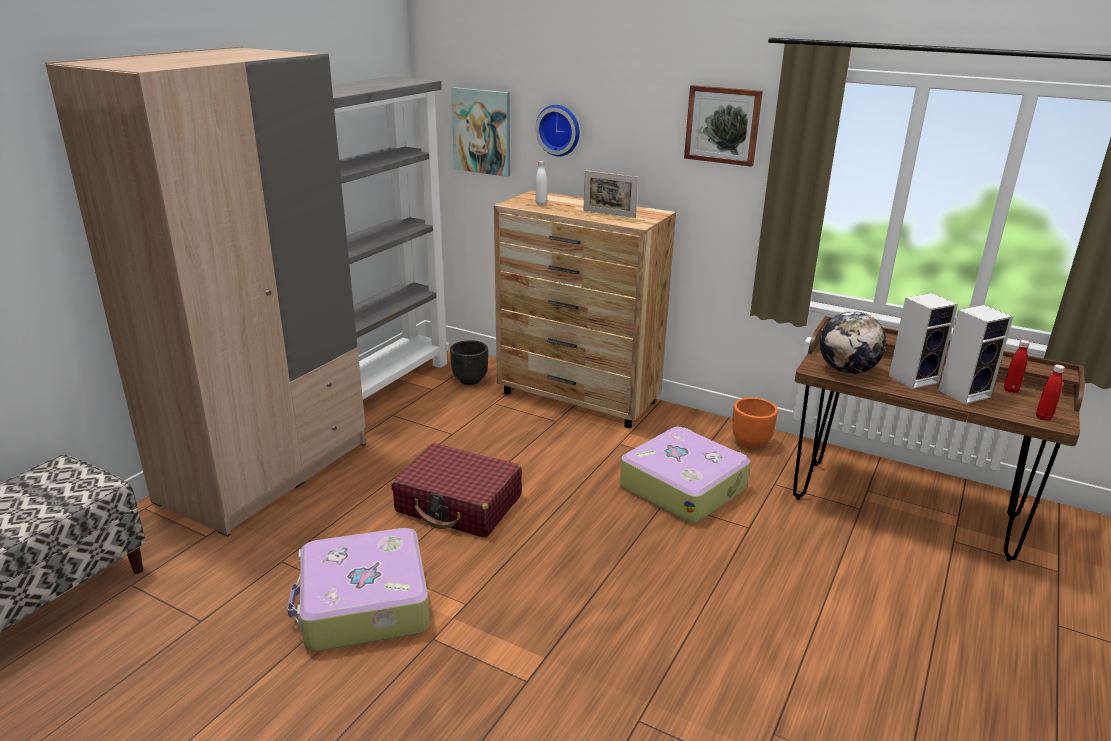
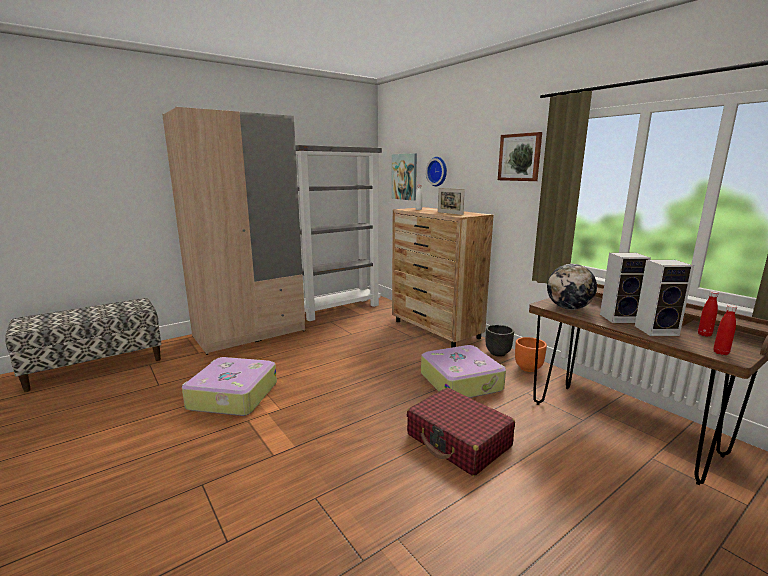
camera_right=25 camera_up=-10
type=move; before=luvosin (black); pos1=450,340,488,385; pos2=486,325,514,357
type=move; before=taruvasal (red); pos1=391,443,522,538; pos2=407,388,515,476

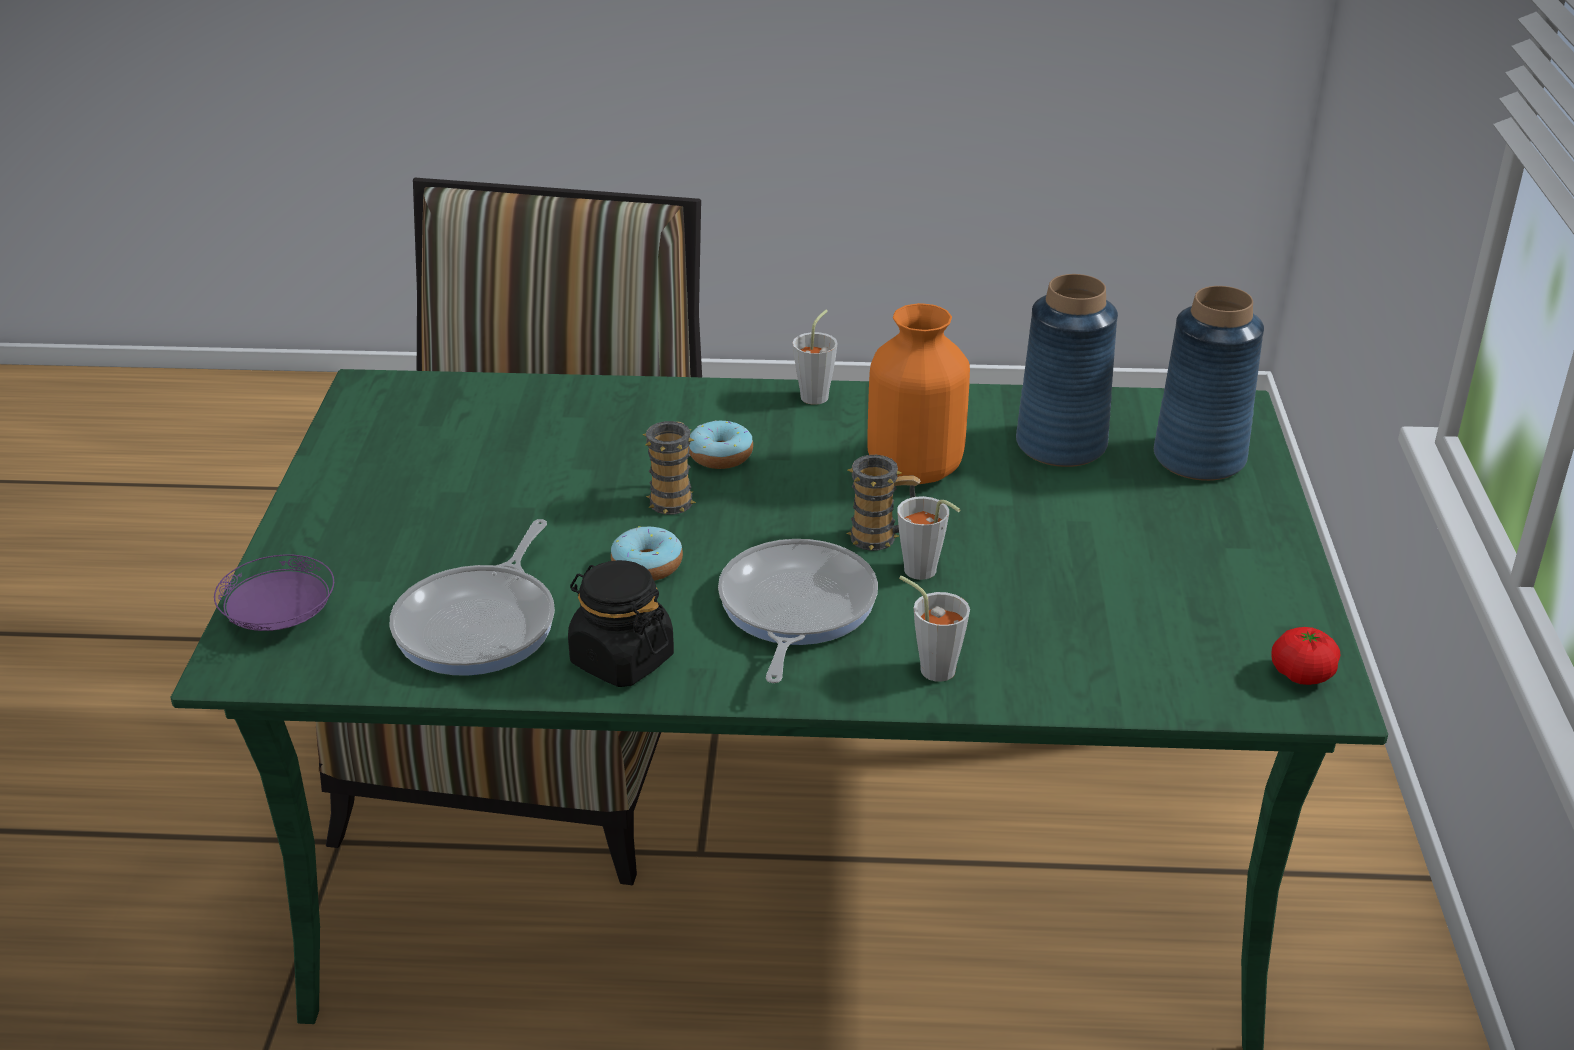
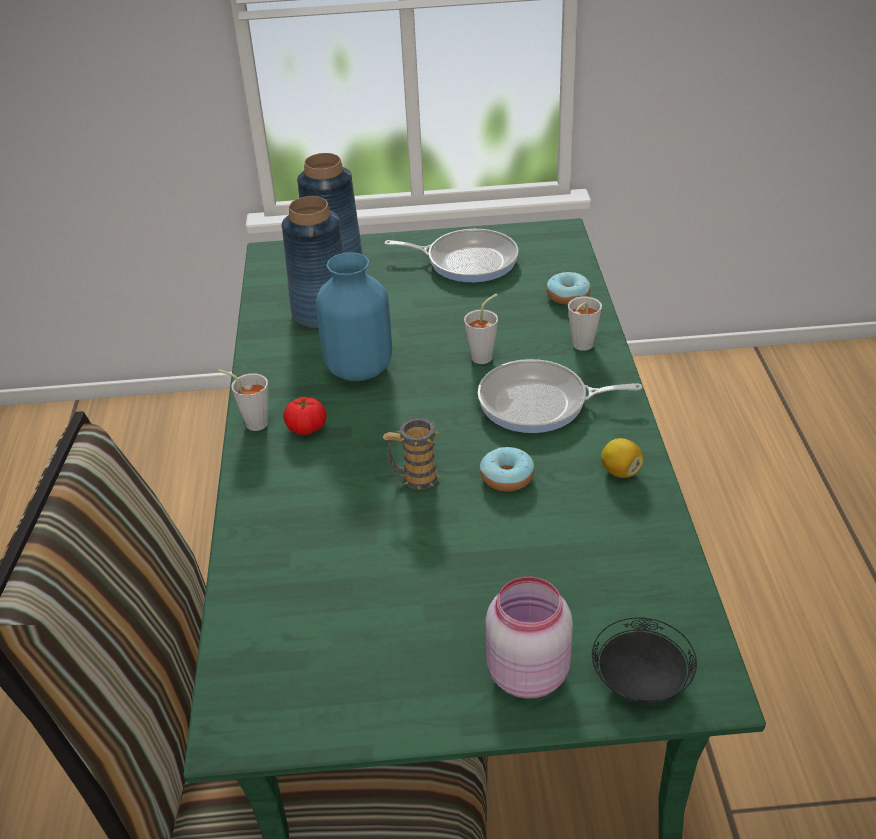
camera_right=-95 camera_up=5
type=recolor; before=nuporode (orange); after=nuporode (blue); pos1=867,303,970,484; pos2=316,253,392,381
type=move; before=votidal; pos1=688,420,753,469; pos2=546,271,591,305
type=delete; before=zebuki; pos1=846,455,921,551
type=move; before=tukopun; pos1=390,519,555,676; pos2=384,229,519,283
type=recolor; before=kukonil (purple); after=kukonil (black); pos1=214,554,334,631; pos2=592,617,697,703
type=replace; before=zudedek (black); after=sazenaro; pos1=568,560,674,687; pos2=601,438,644,478
type=move; before=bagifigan; pos1=1272,627,1340,685; pos2=283,397,327,435
type=insert; after=zudedek (pink); pos2=485,577,573,699

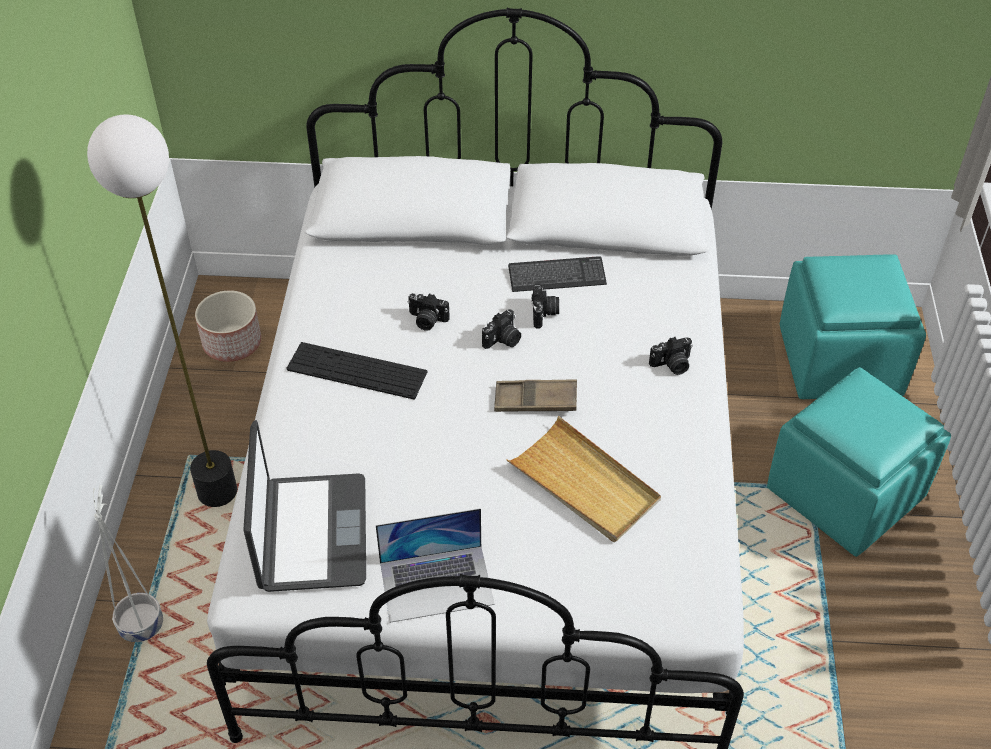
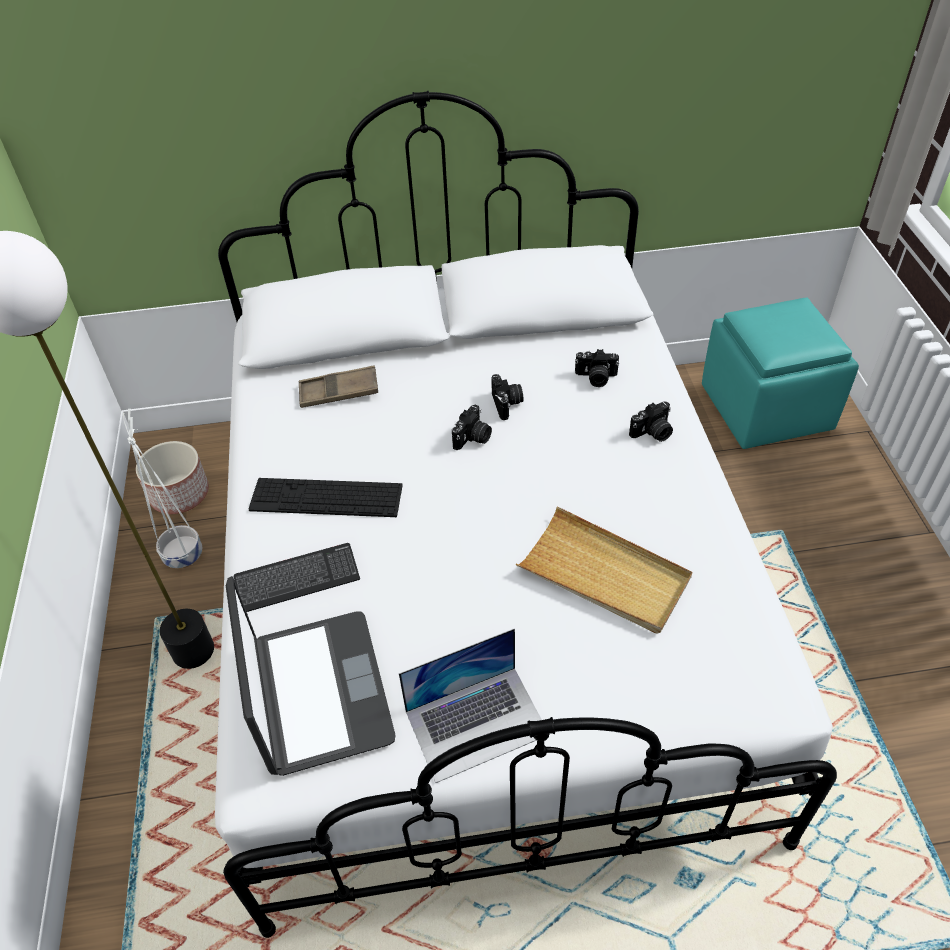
camera_right=-10 camera_up=0
type=move; before=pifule; pos1=508,256,607,292; pos2=234,543,360,612
type=move; before=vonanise; pos1=407,293,450,331; pos2=575,349,619,387
type=delete; before=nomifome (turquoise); pos1=767,367,951,557
type=move; before=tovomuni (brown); pos1=494,379,577,412; pos2=298,366,378,408
type=move; before=luvosin (white); pos1=93,485,163,642; pos2=123,409,202,569

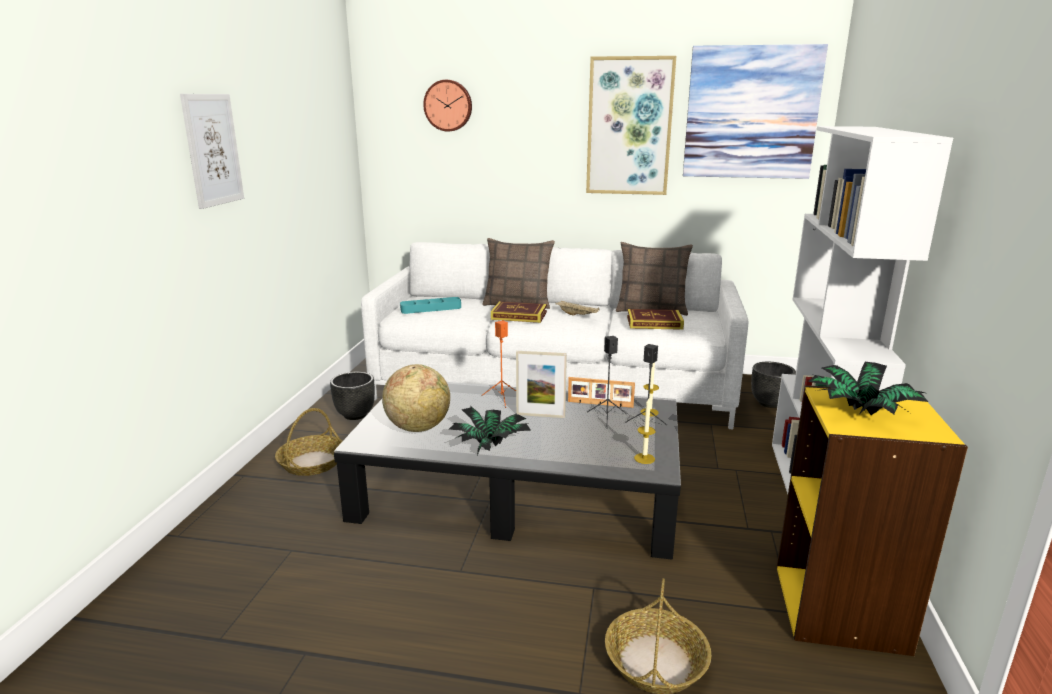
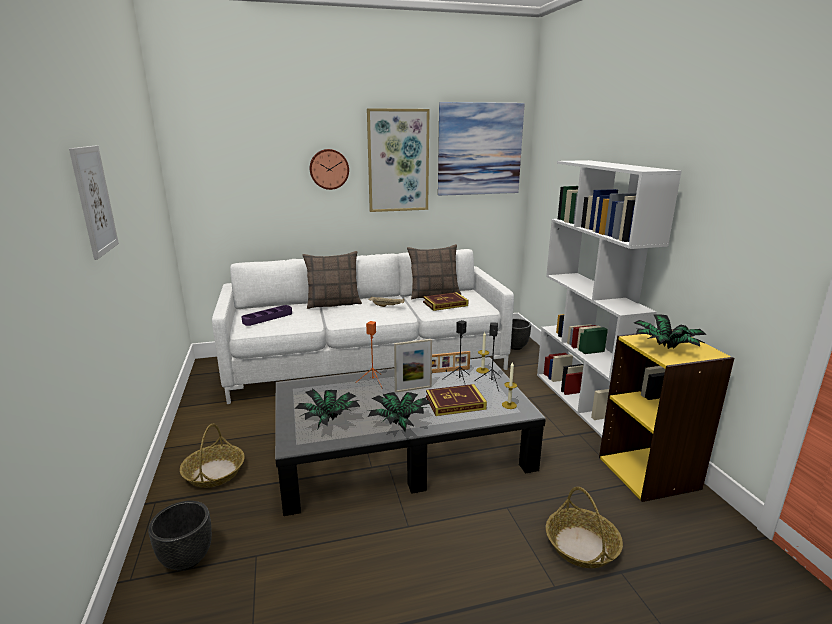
camera_right=-25 camera_up=0
type=move; before=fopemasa; pos1=423,80,472,132; pos2=310,149,349,190
type=recolor; before=tovomuni (turquoise); after=tovomuni (purple); pos1=400,297,461,314; pos2=241,305,292,326
type=move; before=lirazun; pos1=491,301,547,323; pos2=426,384,487,416
type=replace; before=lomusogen; after=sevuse; pos1=382,364,450,432; pos2=295,388,360,428
type=move; before=luvosin (black); pos1=330,372,375,420; pos2=148,501,212,571

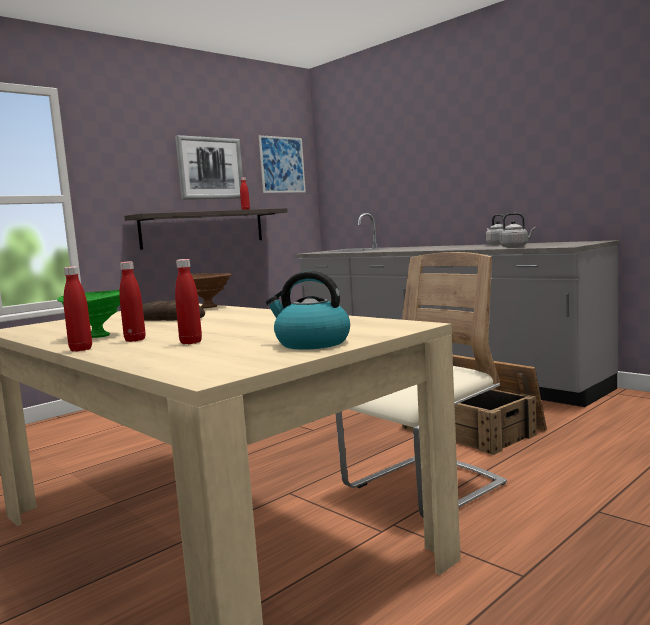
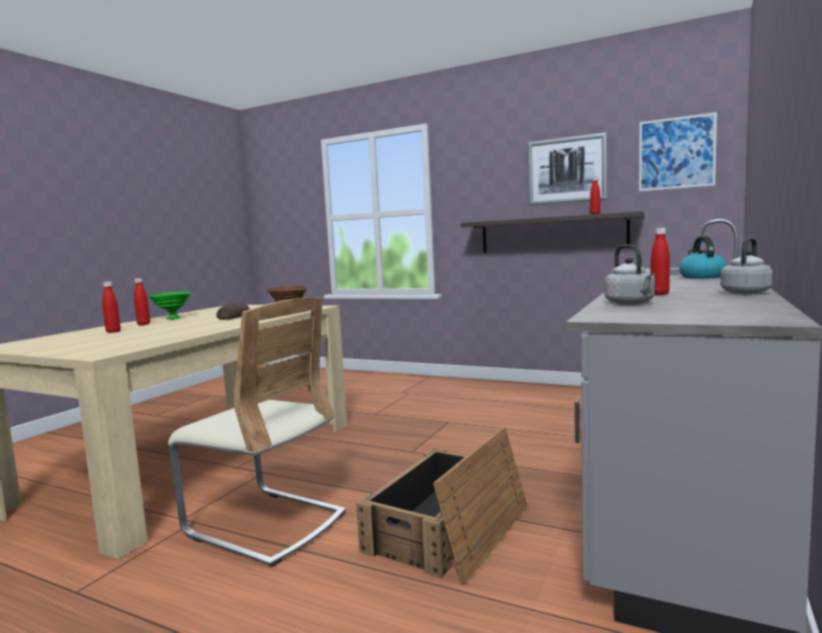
camera_right=70 camera_up=0
type=move; before=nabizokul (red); pos1=63,266,92,352; pos2=650,228,670,295
type=move; before=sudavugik; pos1=266,271,350,350; pos2=679,236,727,279

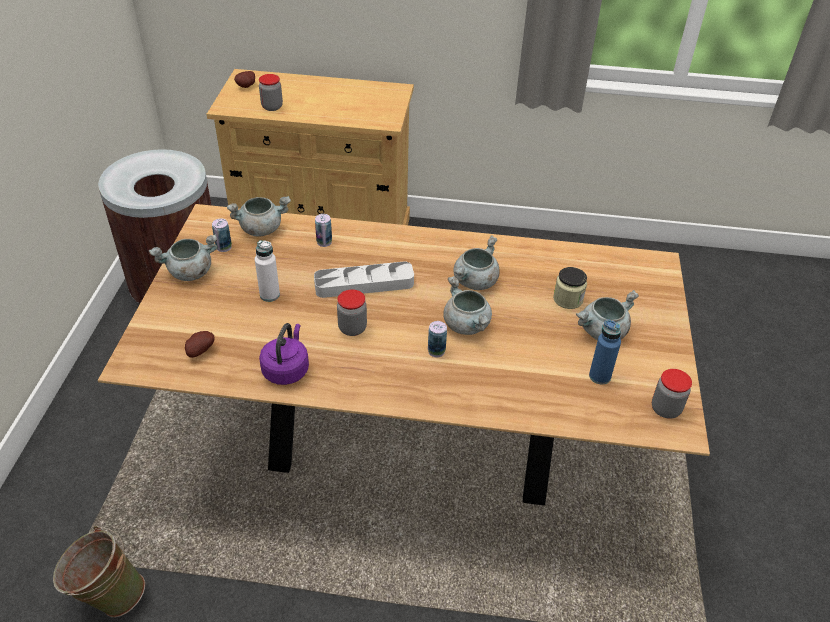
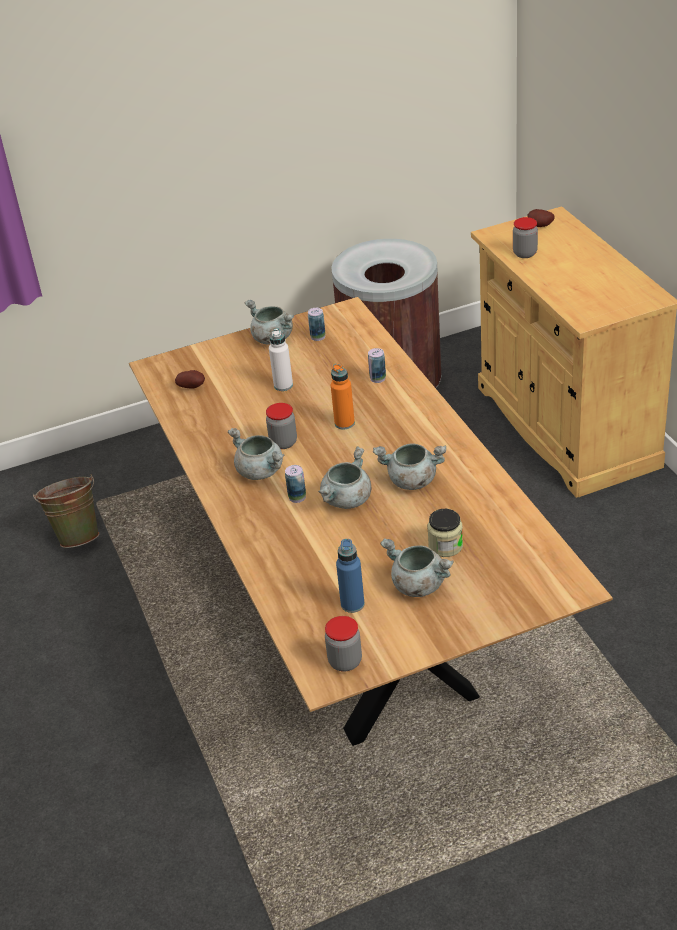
camera_right=65 camera_up=-5
type=move; before=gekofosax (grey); pos1=227,196,291,237; pos2=228,428,284,480
type=replace; before=tovomuni (grey); after=nabizokul (orange); pos1=314,261,414,298; pos2=331,364,355,429
type=delete; before=sudavugik (purple); pos1=259,323,309,385

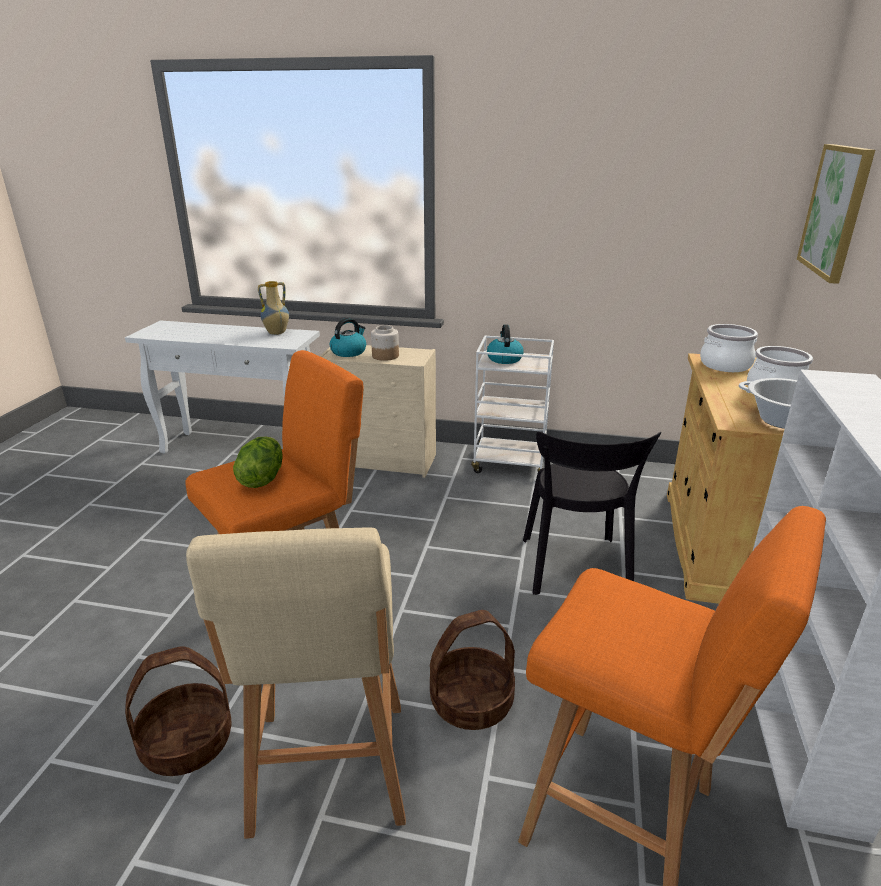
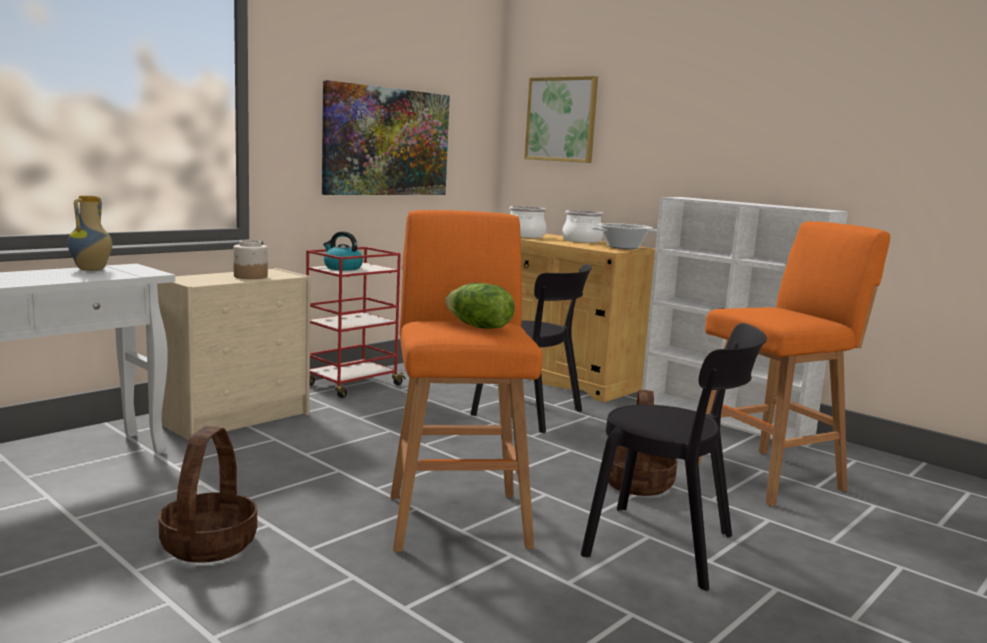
camera_right=-60 camera_up=-15
type=delete; before=sudavugik; pos1=330,318,366,357
type=recolor; before=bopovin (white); after=bopovin (red); pos1=471,336,554,473; pos2=306,247,406,398
type=replace; before=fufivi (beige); after=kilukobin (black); pos1=186,528,406,839; pos2=581,323,767,591
type=move; before=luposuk; pos1=125,646,232,776; pos2=159,426,257,563
type=insert; after=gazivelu; pos2=322,80,450,195

